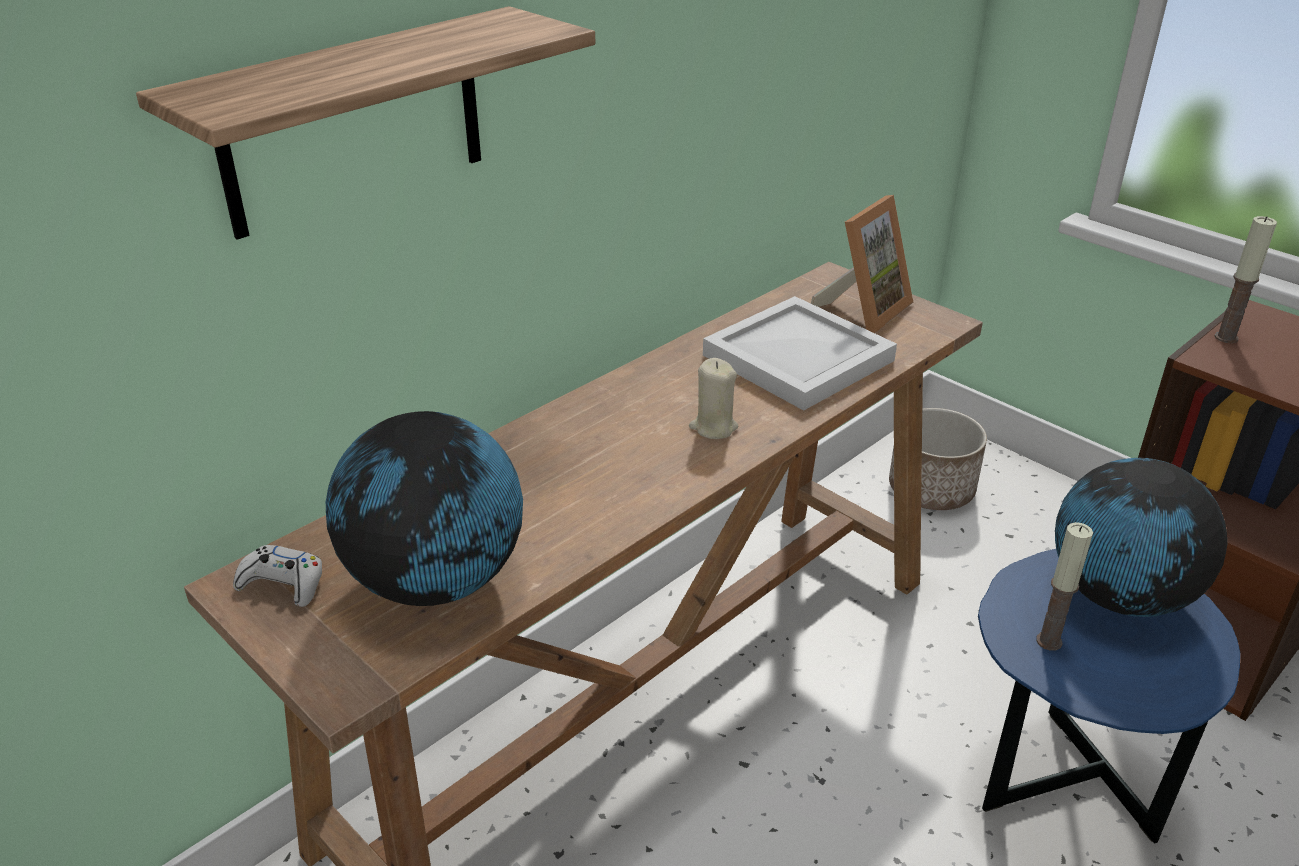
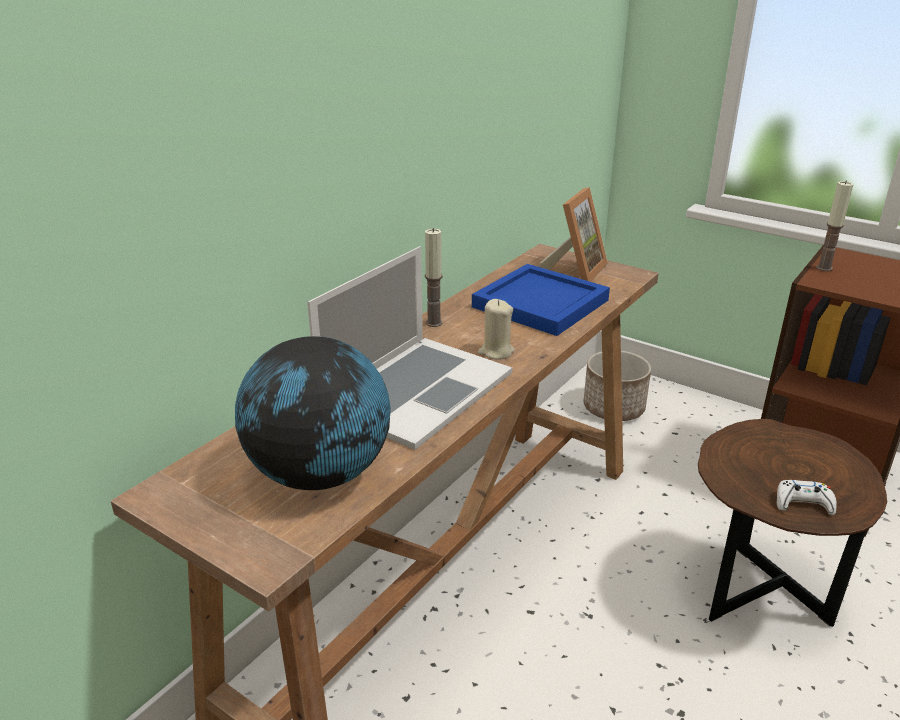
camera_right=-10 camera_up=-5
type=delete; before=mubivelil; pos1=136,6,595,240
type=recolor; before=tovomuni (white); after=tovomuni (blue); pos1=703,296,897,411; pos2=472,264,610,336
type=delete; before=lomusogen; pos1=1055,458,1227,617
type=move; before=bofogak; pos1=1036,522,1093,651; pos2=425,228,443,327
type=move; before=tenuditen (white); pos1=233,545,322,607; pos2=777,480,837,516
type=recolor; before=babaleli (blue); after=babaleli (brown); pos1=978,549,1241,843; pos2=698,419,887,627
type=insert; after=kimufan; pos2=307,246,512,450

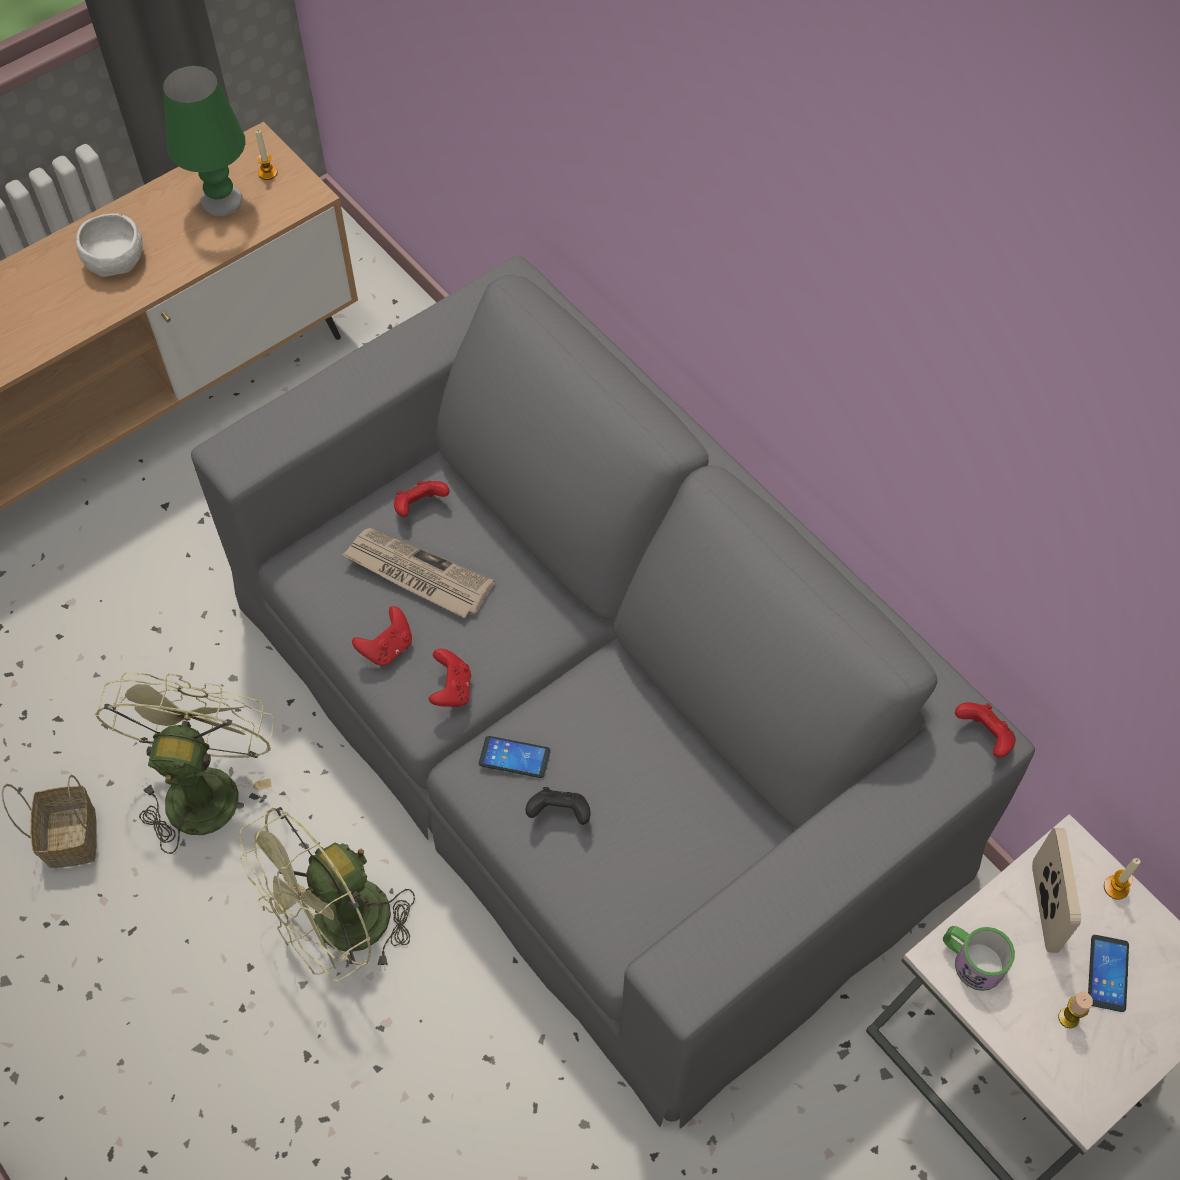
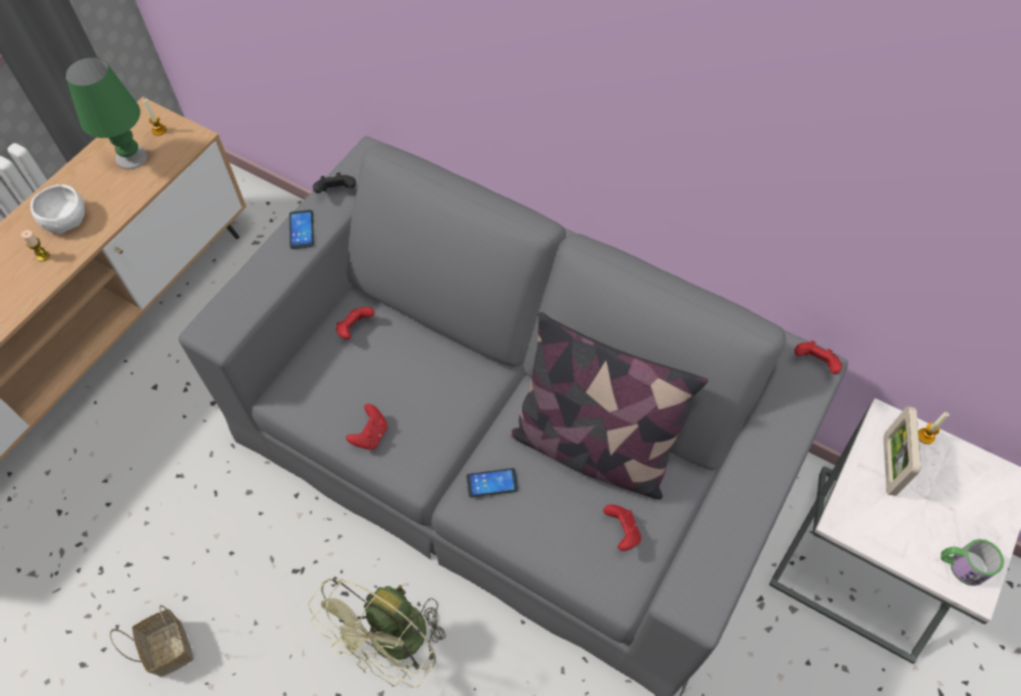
camera_right=-20 camera_up=0
type=delete; before=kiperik; pos1=341,528,495,618
type=move; before=tenuditen (red); pos1=429,649,471,707; pos2=603,505,641,551
type=delete; before=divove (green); pos1=95,672,275,854
type=move; before=tenuditen (black); pos1=525,787,591,825; pos2=313,173,356,193
type=rotate; before=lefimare; pos1=1032,828,1081,952; pos2=883,407,921,496; turn=-150
type=move; before=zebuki; pos1=943,926,1015,991; pos2=941,539,1004,586
type=move; before=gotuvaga; pos1=1088,935,1129,1012; pos2=289,210,314,249
type=move; before=bofogak; pos1=1058,991,1093,1028; pos2=21,230,50,261
type=insert; after=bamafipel; pos2=509,312,708,499

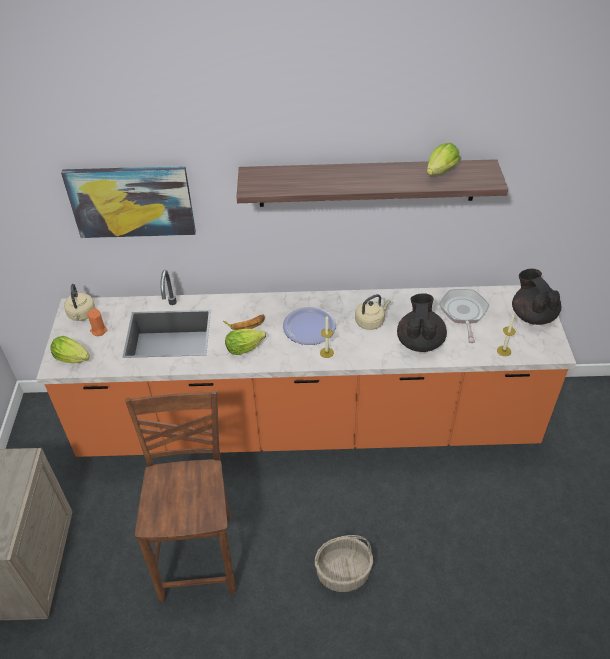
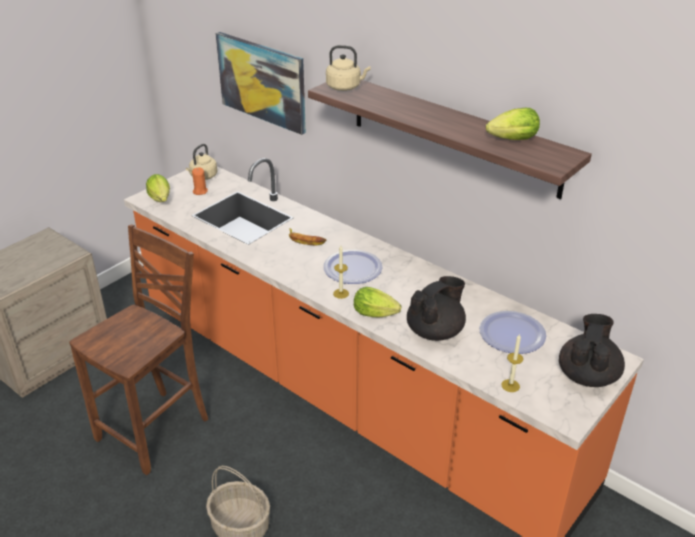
camera_right=40 camera_up=-10
type=replace; before=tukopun; after=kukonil; pos1=439,289,489,343; pos2=480,311,546,354
type=move; before=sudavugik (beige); pos1=355,294,391,330; pos2=326,45,370,91
type=move; before=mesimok; pos1=225,329,266,355; pos2=354,287,401,317

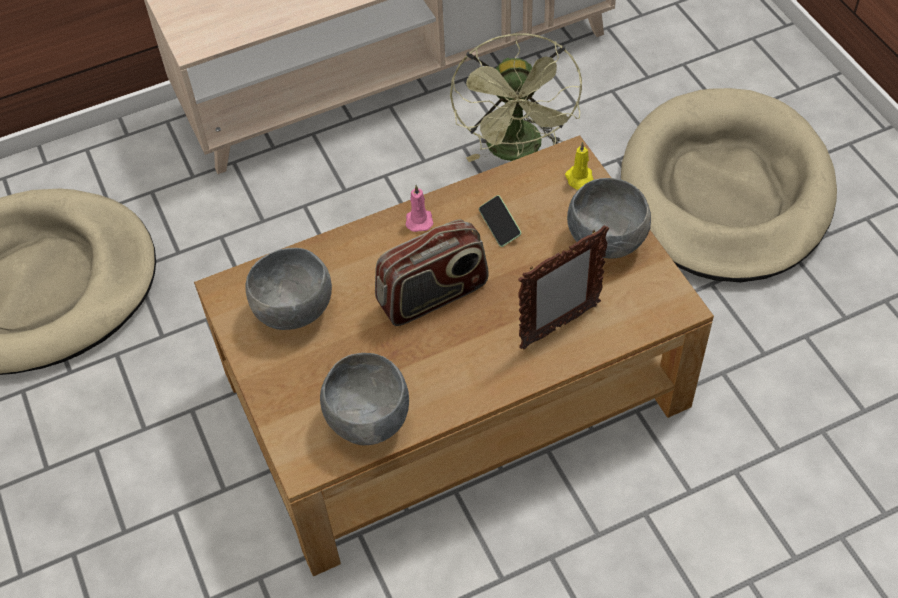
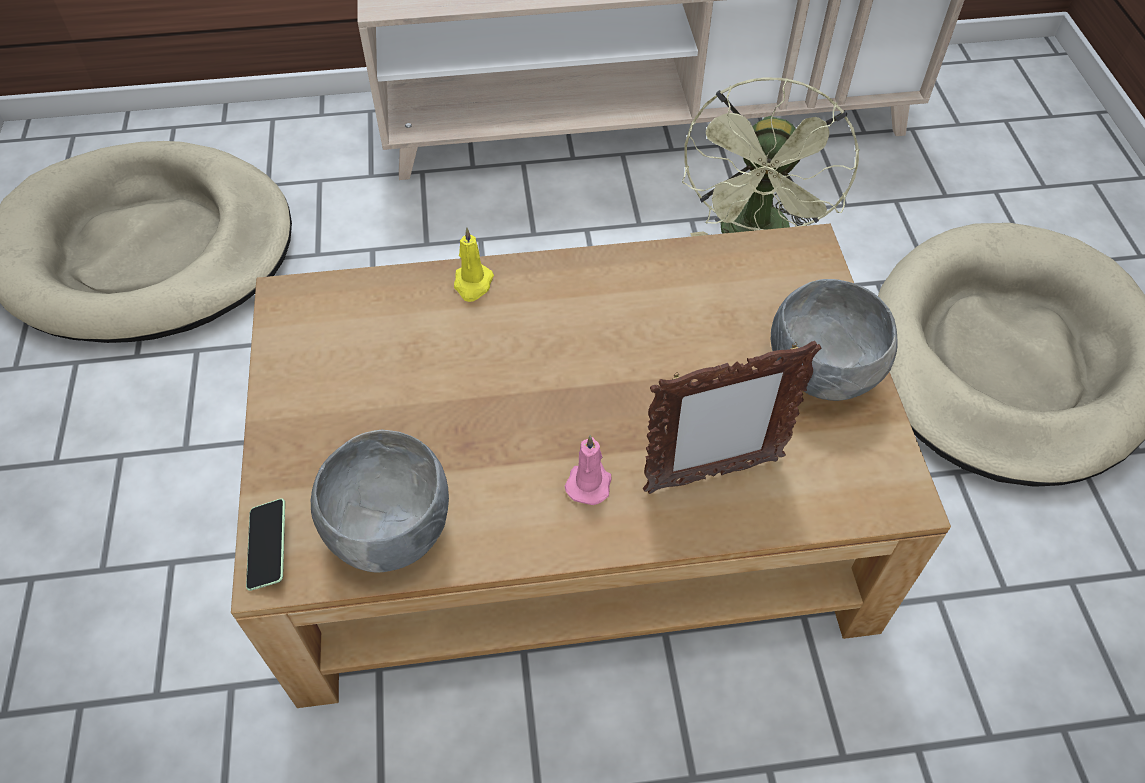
camera_right=15 camera_up=0
type=move; before=bofogak (yellow); pos1=565,142,593,190; pos2=454,228,494,302
type=move; before=bofogak (pink); pos1=406,185,434,232; pos2=565,435,611,505
type=move; before=gotuvaga; pos1=479,195,521,247; pos2=246,498,285,591
type=delete; before=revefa; pos1=375,219,489,326
type=delete; before=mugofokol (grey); pos1=245,248,332,330

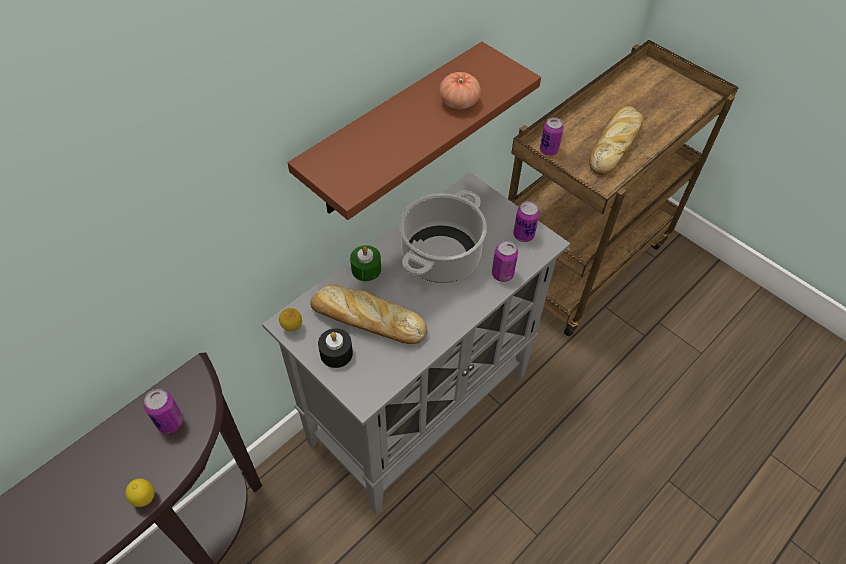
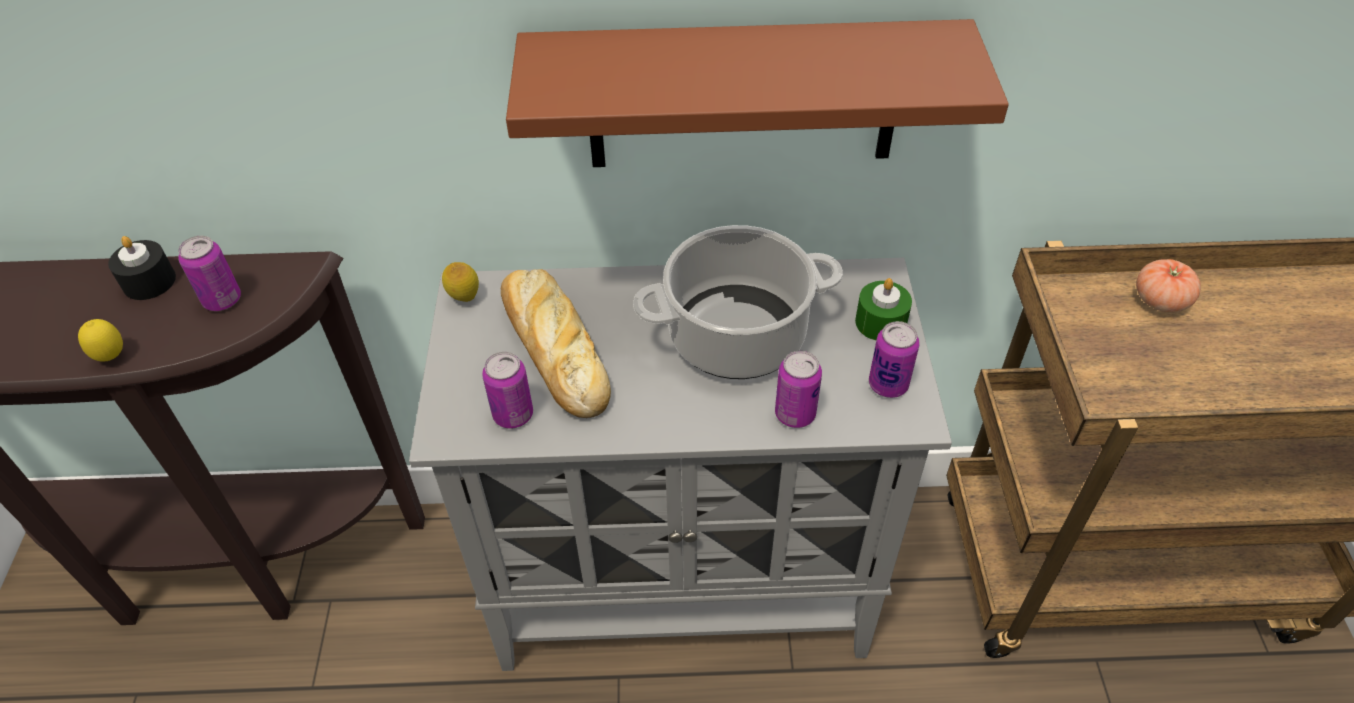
camera_right=45 camera_up=-5
type=move; before=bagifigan; pos1=439,72,481,109; pos2=1136,259,1201,313
type=delete; before=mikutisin; pos1=589,106,643,175
type=move; before=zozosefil; pos1=540,117,564,156; pos2=482,352,533,428
type=move; before=bofogak (green); pos1=350,245,381,281; pos2=855,278,912,340
type=move; before=bofogak (black); pos1=318,328,353,368; pos2=108,236,176,300

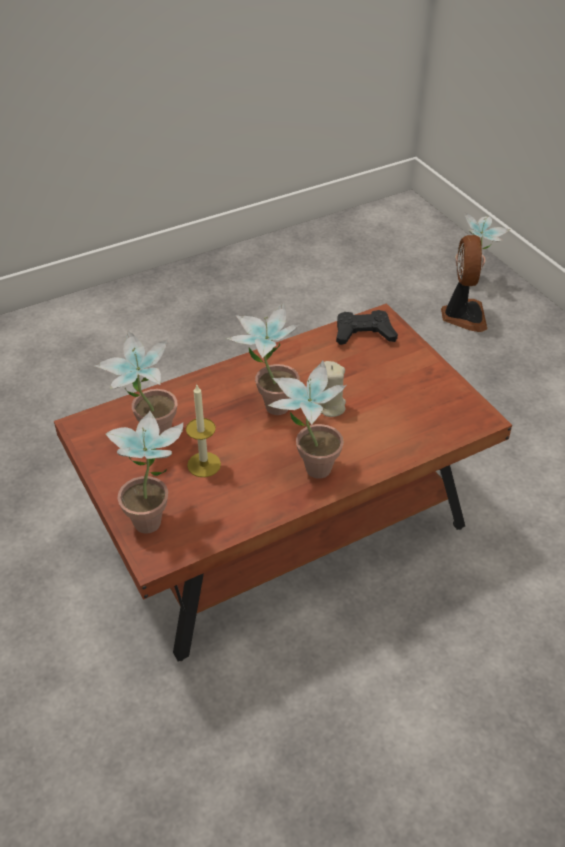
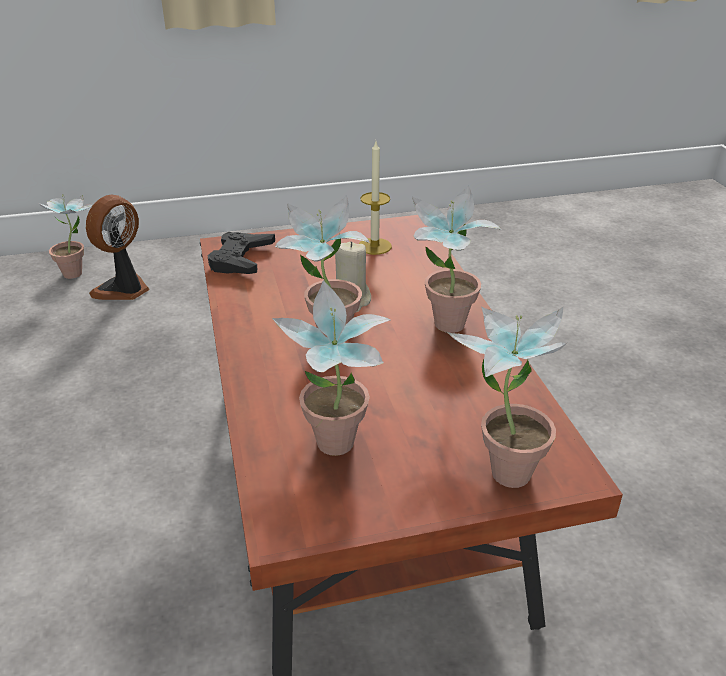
camera_right=-75 camera_up=-10
type=rotate; before=divove; pos1=441,235,488,332; pos2=86,195,149,300; turn=-75
type=move; before=bofogak; pos1=186,385,221,477; pos2=359,141,392,255

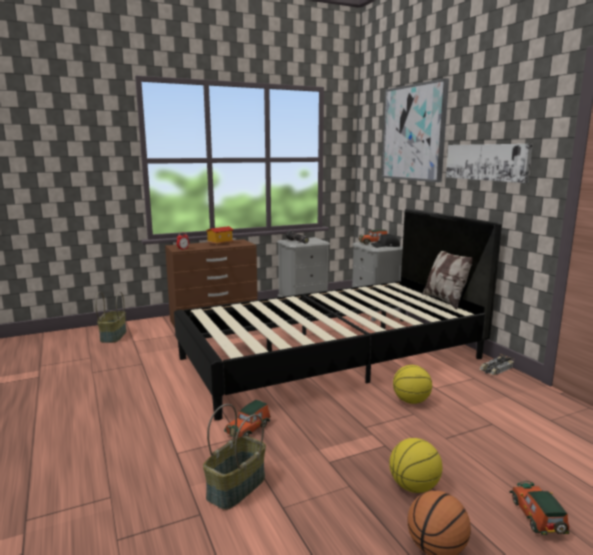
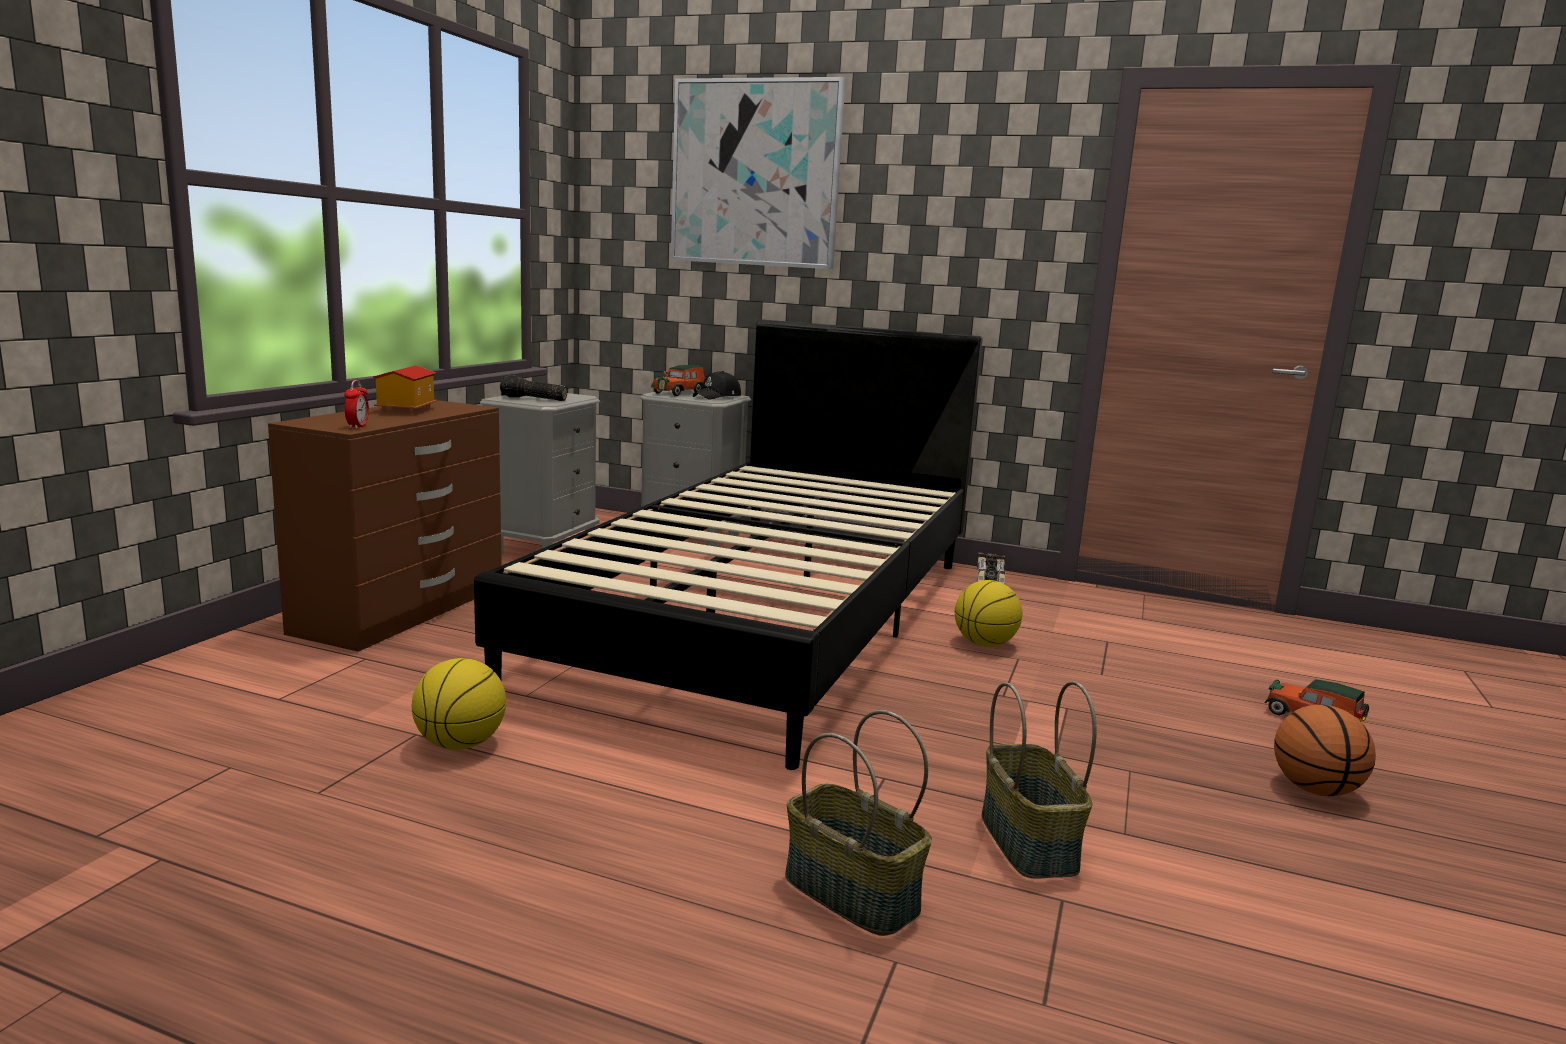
camera_right=-45 camera_up=0
type=delete; before=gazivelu; pos1=446,144,533,183
type=delete; before=bamafipel; pos1=422,251,472,309
type=move; before=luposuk; pos1=95,291,127,343; pos2=785,710,932,936
type=delete; before=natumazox; pos1=224,400,271,438
type=move; before=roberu; pos1=389,438,442,493; pos2=412,658,506,750

